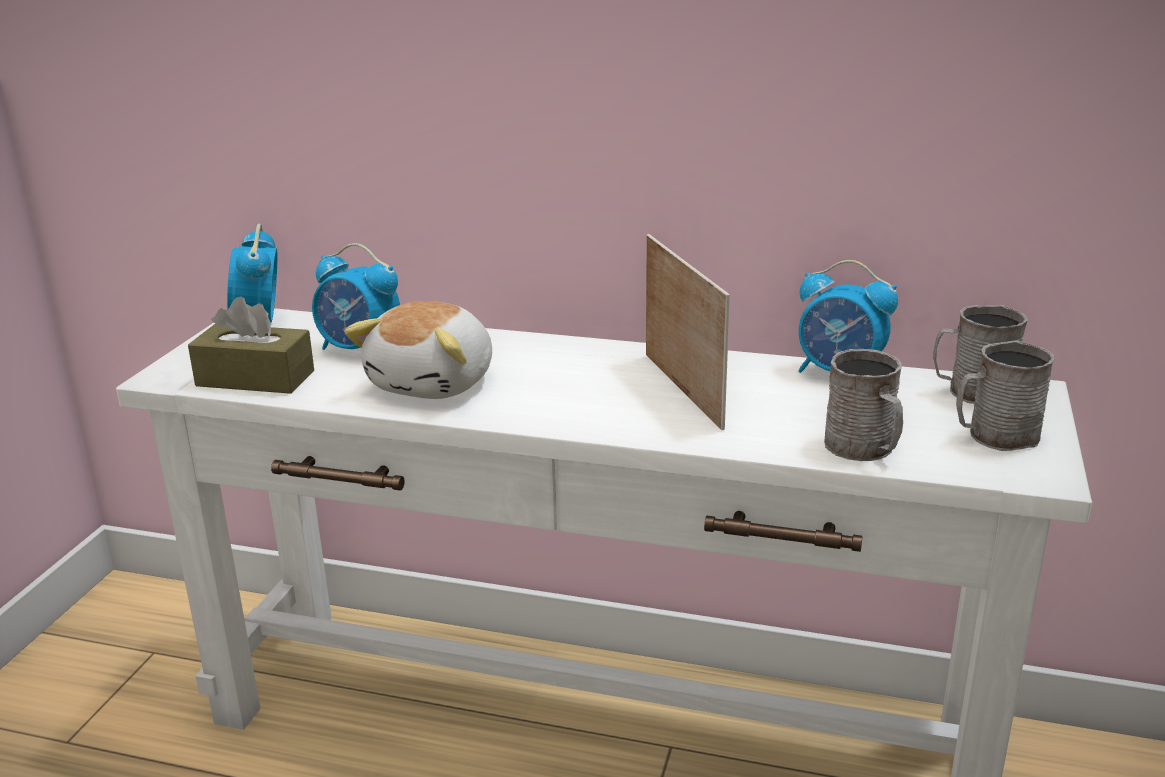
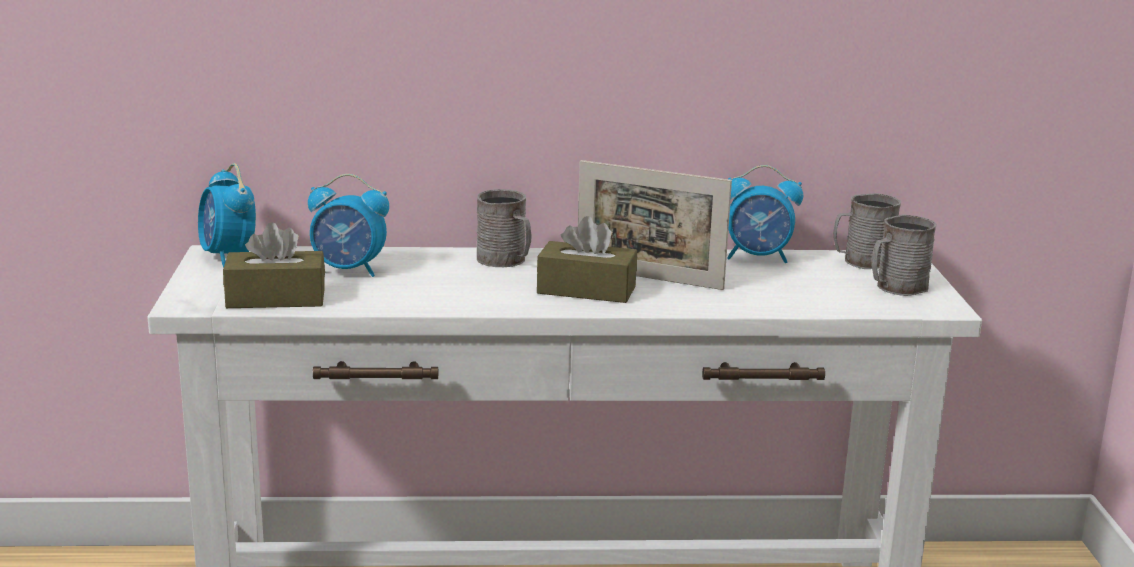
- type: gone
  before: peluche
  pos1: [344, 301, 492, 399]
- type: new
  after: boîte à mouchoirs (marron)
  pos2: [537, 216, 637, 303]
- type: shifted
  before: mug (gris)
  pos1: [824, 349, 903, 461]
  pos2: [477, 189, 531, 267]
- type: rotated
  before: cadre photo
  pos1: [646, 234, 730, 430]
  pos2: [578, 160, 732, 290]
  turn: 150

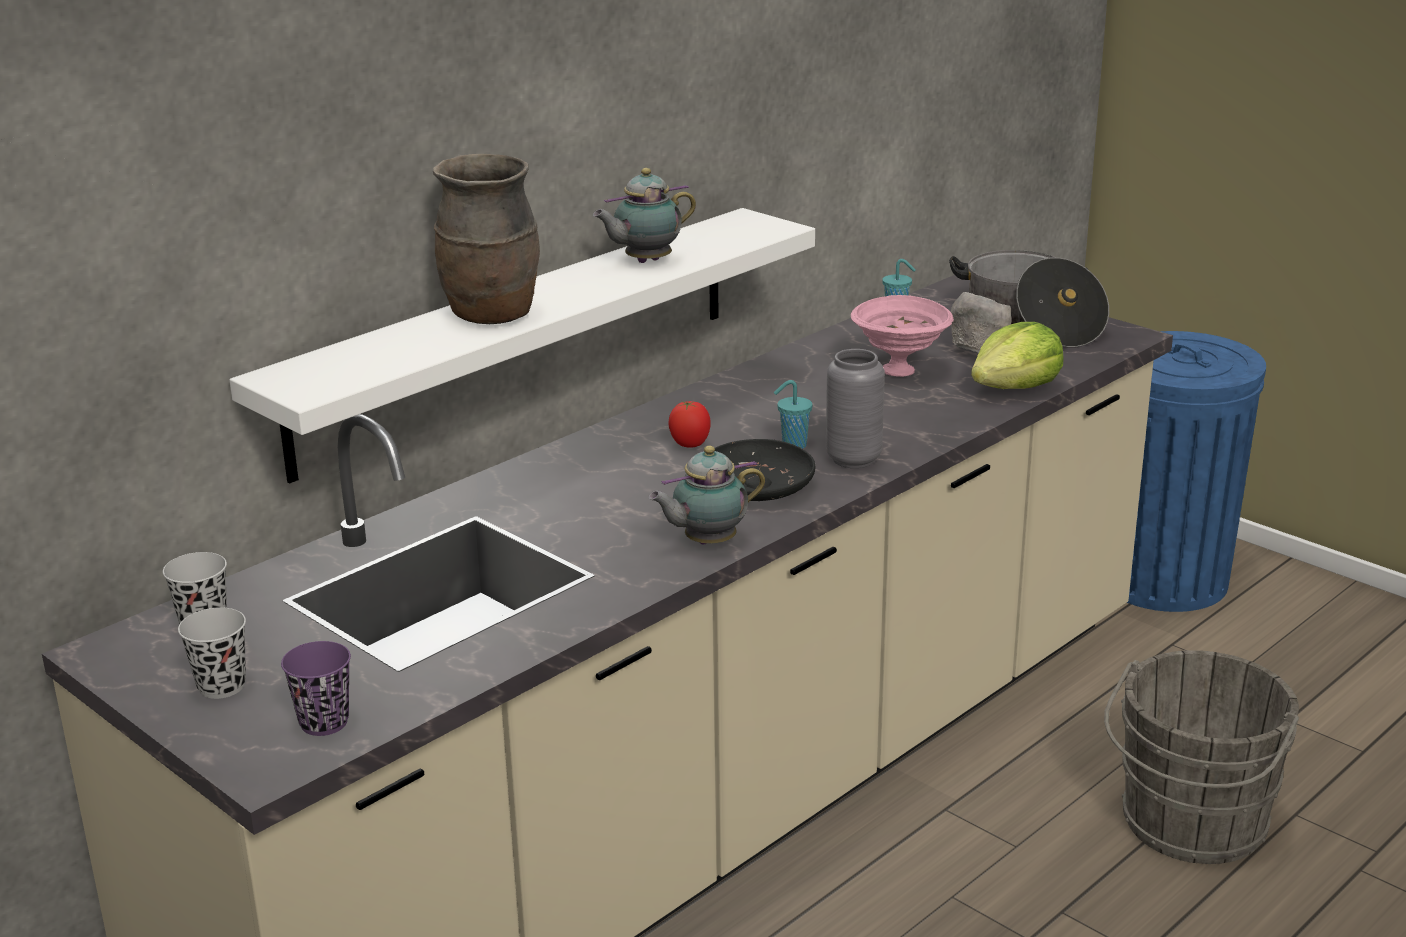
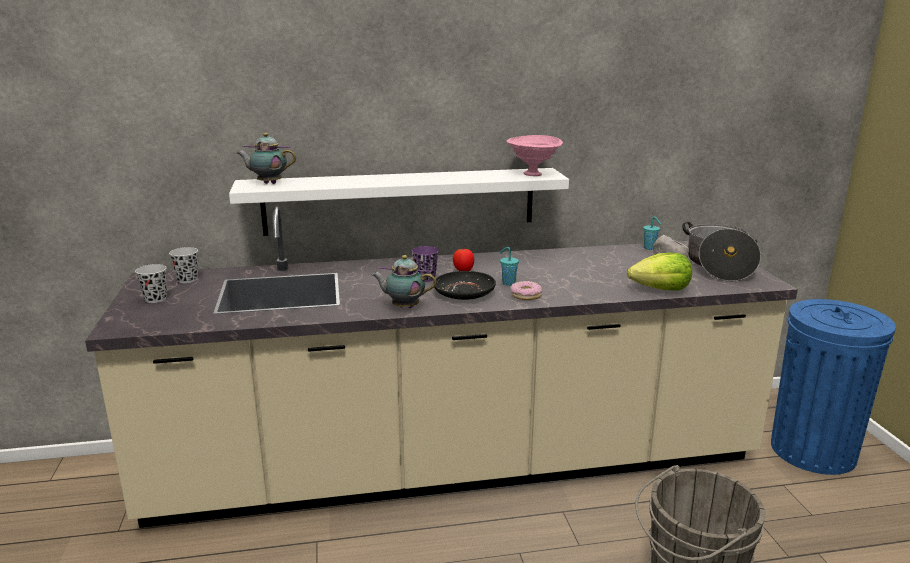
- type: gone
  before: vase (marron)
  pos1: [433, 154, 540, 324]
- type: shifted
  before: tasse (violet)
  pos1: [281, 641, 351, 736]
  pos2: [412, 246, 439, 282]
- type: shifted
  before: théière
  pos1: [593, 168, 696, 263]
  pos2: [237, 133, 296, 184]
- type: shifted
  before: bol (rose)
  pos1: [851, 295, 954, 377]
  pos2: [506, 135, 563, 176]
- type: swapped
  before: vase (gris)
  after: beignet
  pos1: [826, 349, 885, 468]
  pos2: [511, 281, 542, 300]

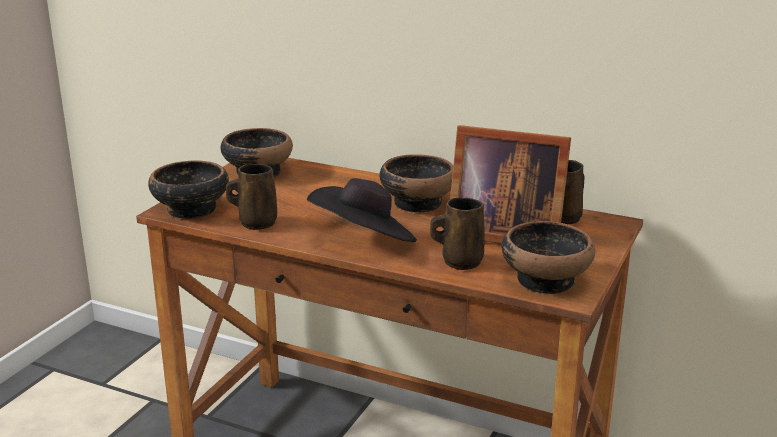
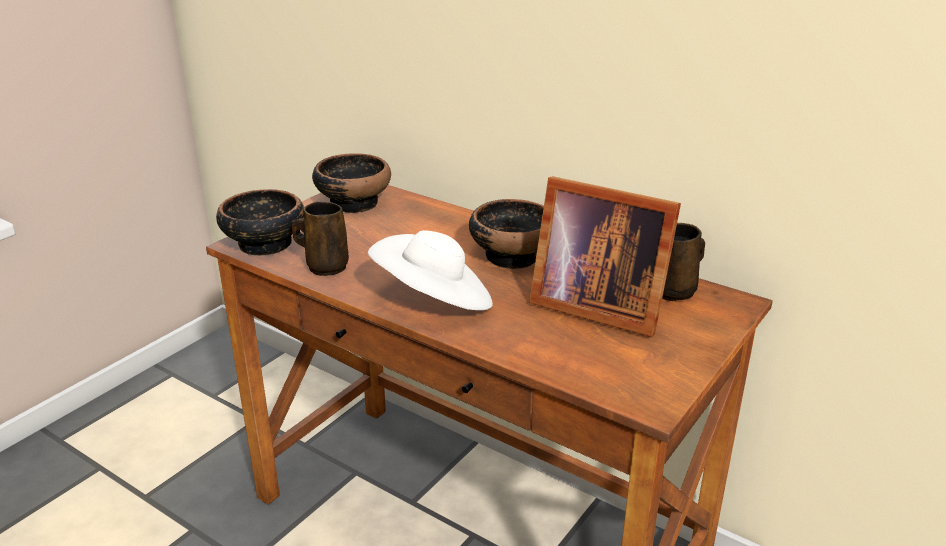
- type: gone
  before: mug (marron)
  pos1: [430, 198, 485, 270]
- type: gone
  before: bol
  pos1: [502, 221, 595, 294]
- type: repainted
  before: chapeau (noir)
  after: chapeau (blanc)
  pos1: [307, 178, 417, 242]
  pos2: [368, 230, 493, 310]

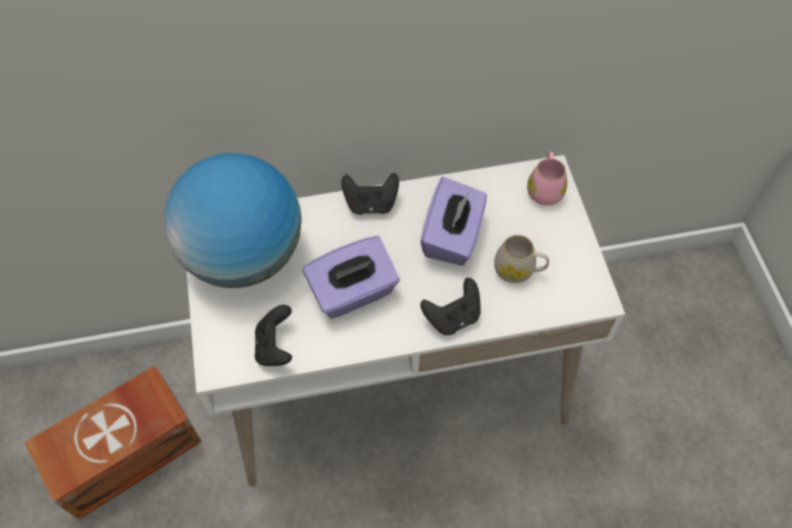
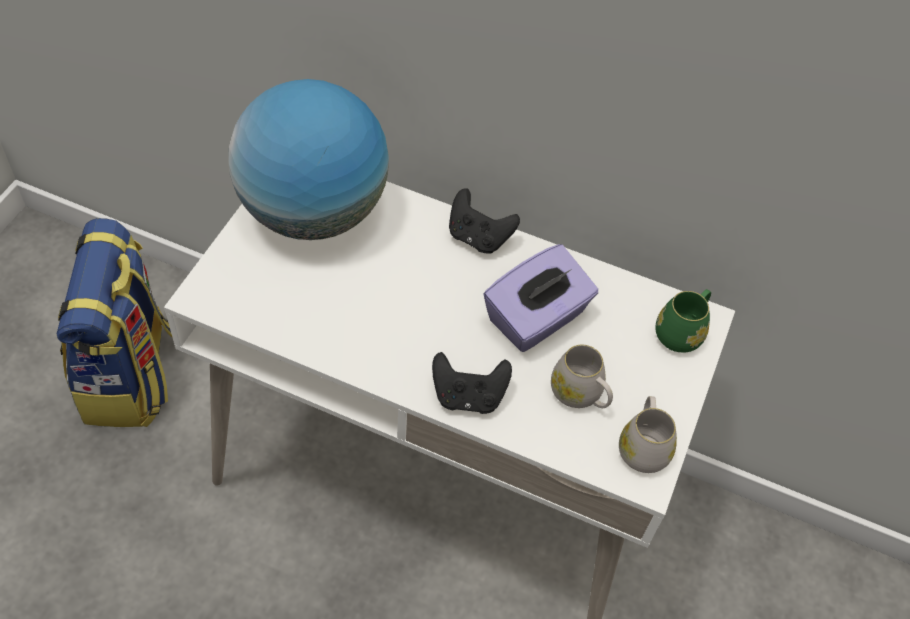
- type: gone
  before: manette (noir)
  pos1: [255, 305, 292, 366]
- type: gone
  before: boîte à mouchoirs (violet)
  pos1: [303, 236, 400, 319]
- type: new
  after: mug (blanc)
  pos2: [619, 396, 677, 473]
- type: swapped
  before: boîte de rangement (marron)
  after: sac à dos
  pos1: [24, 365, 202, 520]
  pos2: [57, 218, 172, 427]
- type: repainted
  before: mug (rose)
  after: mug (vert)
  pos1: [527, 152, 567, 205]
  pos2: [656, 289, 711, 352]

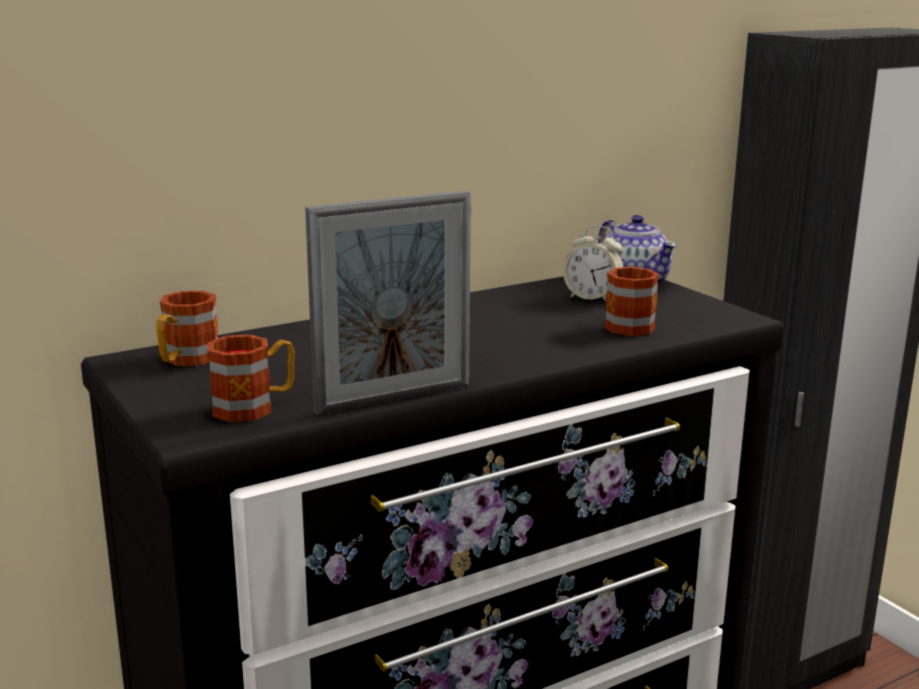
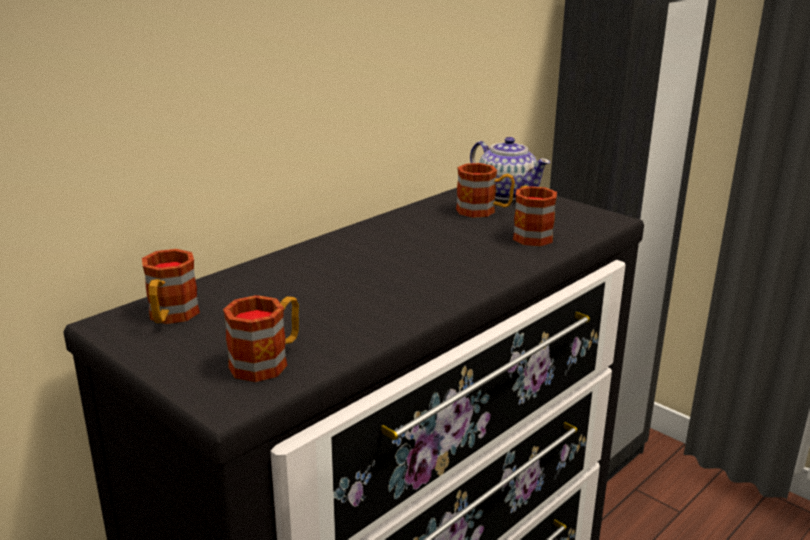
- type: gone
  before: cadre photo
  pos1: [305, 191, 471, 416]
- type: swapped
  before: réveil
  after: mug
  pos1: [563, 225, 624, 301]
  pos2: [456, 163, 515, 218]

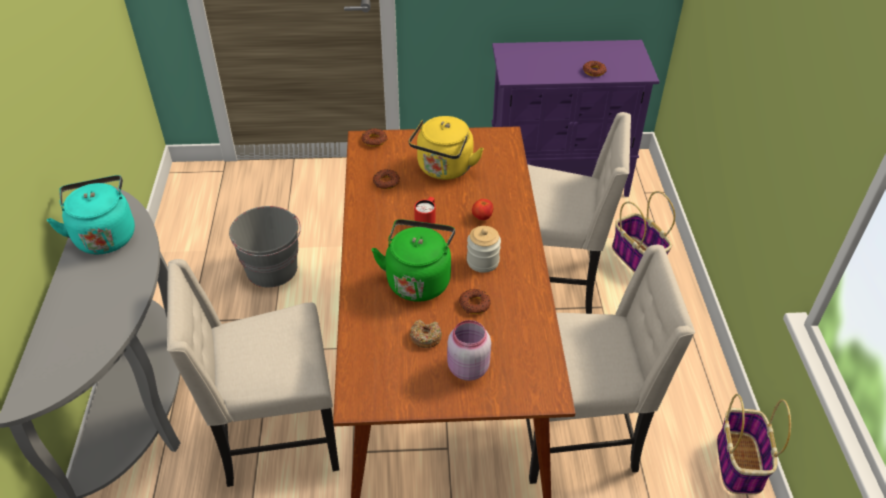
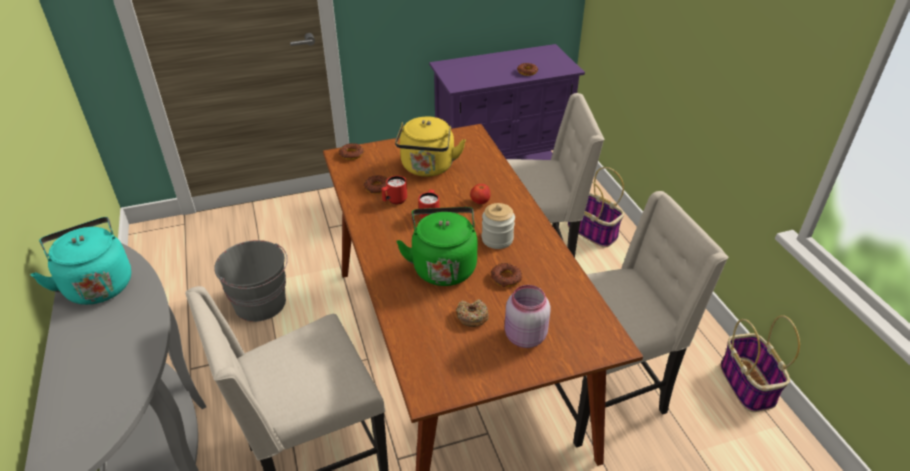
- type: new
  after: mug (rouge)
  pos2: [382, 176, 407, 204]

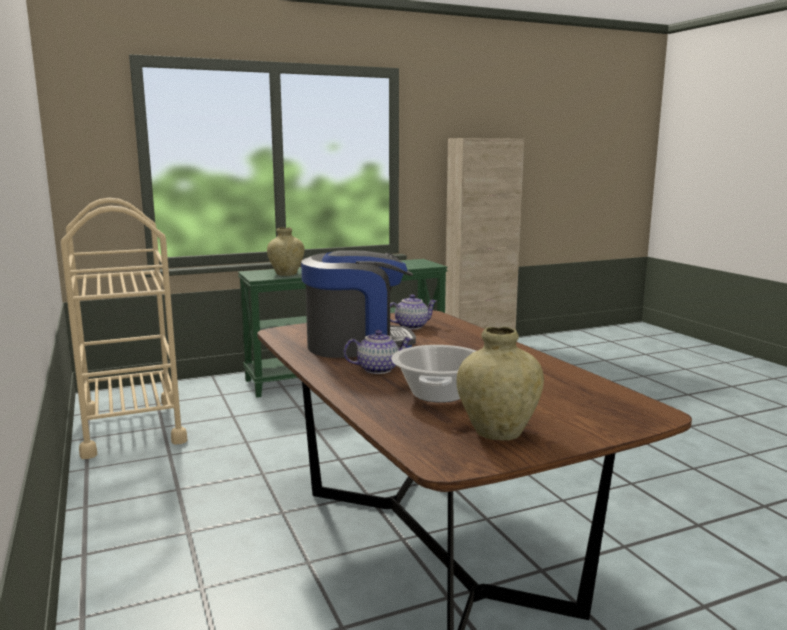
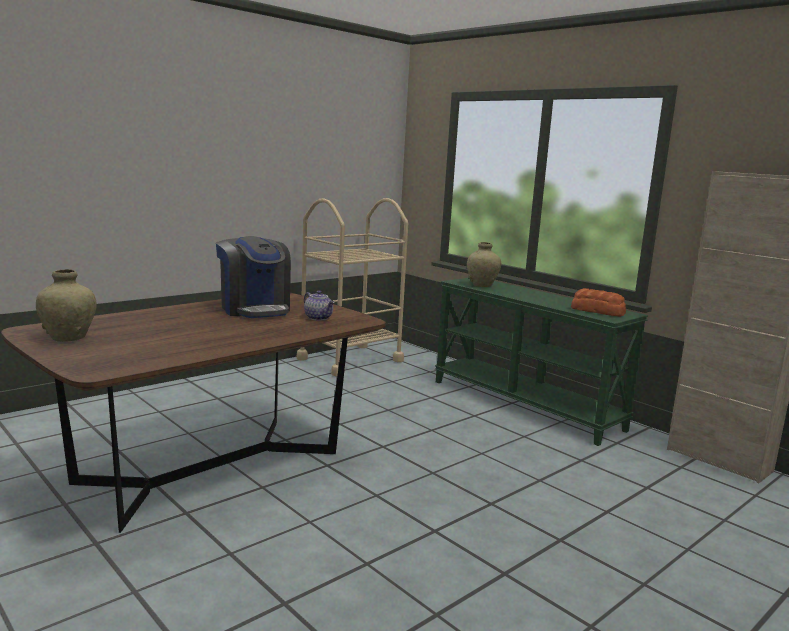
- type: gone
  before: théière
  pos1: [344, 330, 412, 374]
- type: gone
  before: marmite
  pos1: [392, 345, 476, 403]
- type: new
  after: pain
  pos2: [571, 288, 626, 317]

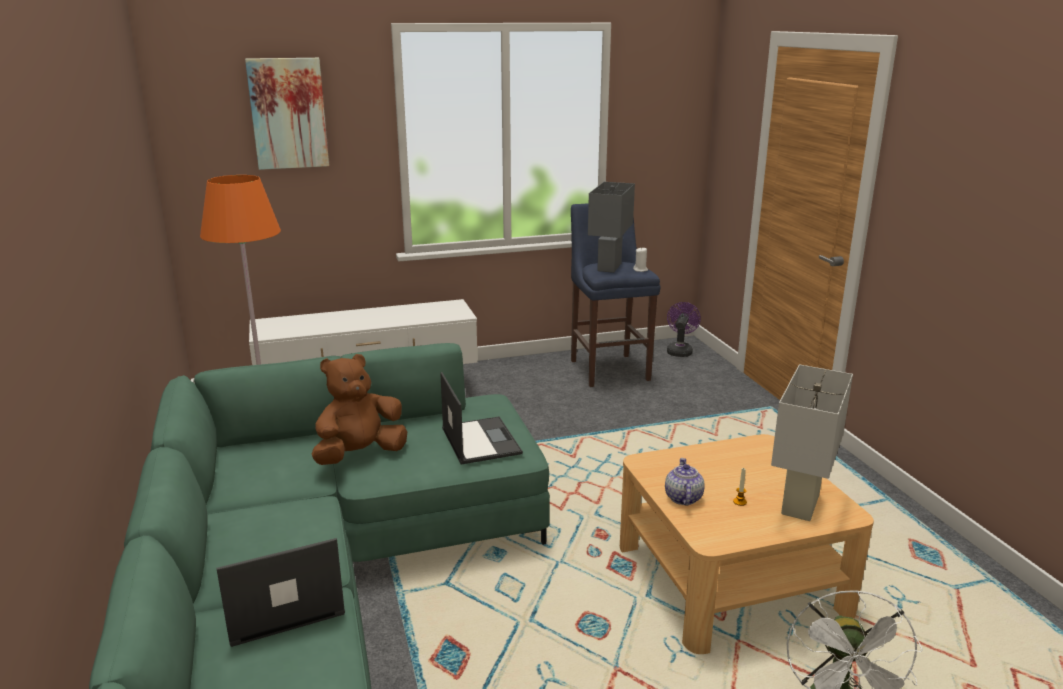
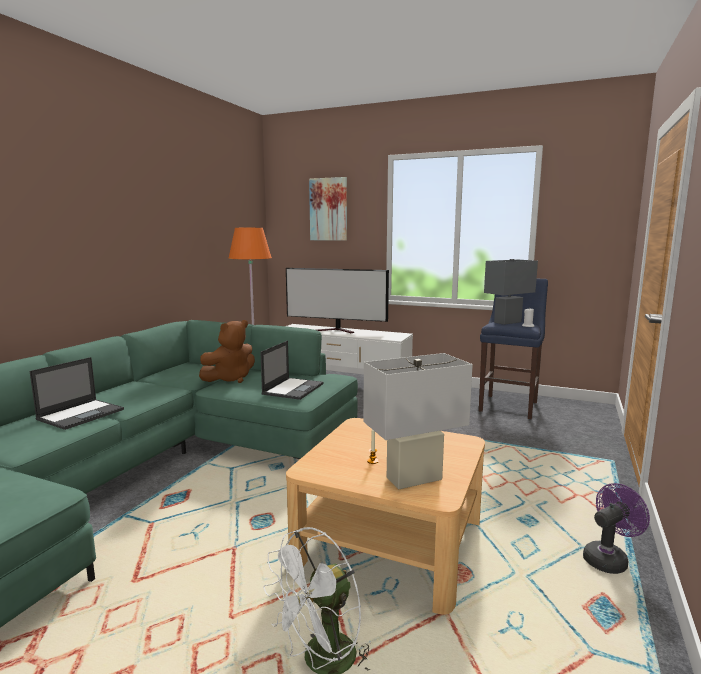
- type: gone
  before: théière
  pos1: [665, 458, 705, 506]
- type: new
  after: téléviseur
  pos2: [286, 268, 389, 333]
- type: shifted
  before: ventilateur (violet)
  pos1: [667, 302, 701, 357]
  pos2: [583, 483, 650, 574]
- type: rotated
  before: ordinateur portable
  pos1: [216, 538, 345, 647]
  pos2: [30, 357, 124, 430]
  turn: 105
- type: rotated
  before: peluche (marron)
  pos1: [312, 354, 407, 465]
  pos2: [199, 320, 255, 383]
  turn: 135

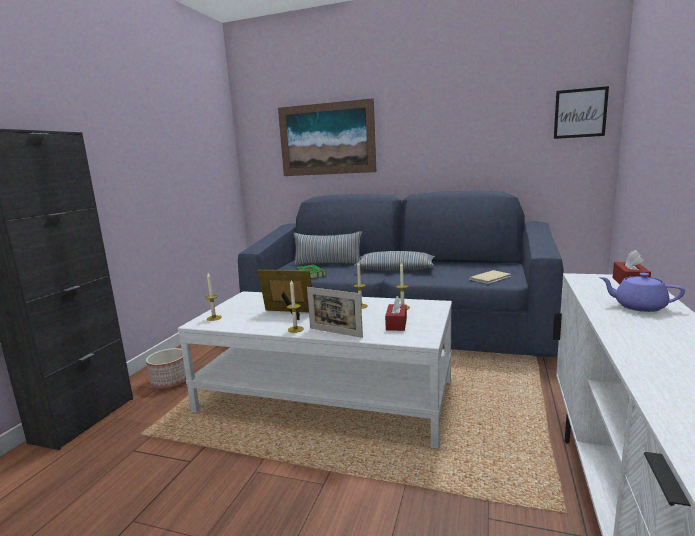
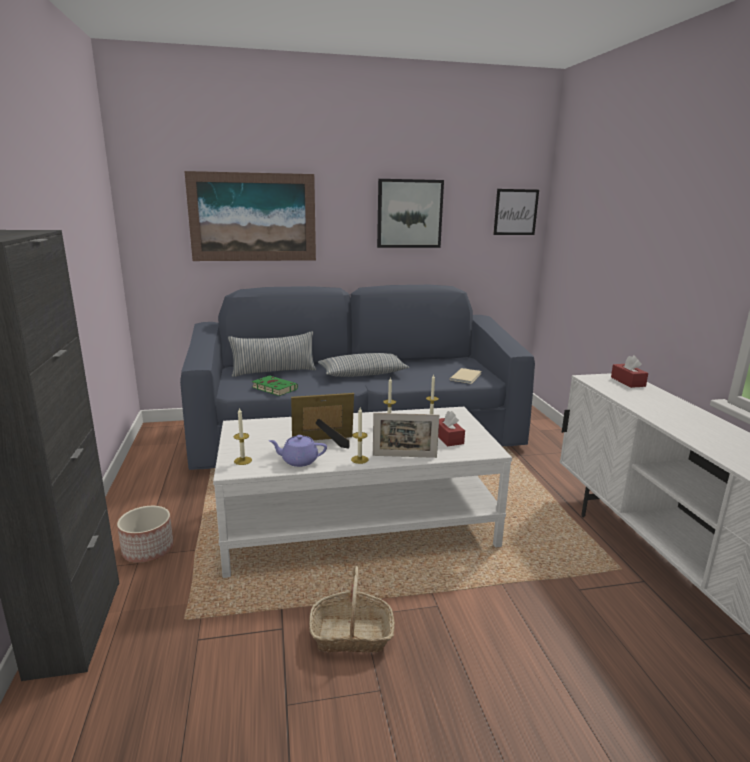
- type: new
  after: panier
  pos2: [309, 566, 395, 653]
- type: new
  after: tableau
  pos2: [377, 179, 444, 248]
- type: shifted
  before: théière (violet)
  pos1: [599, 273, 685, 312]
  pos2: [269, 435, 327, 467]

